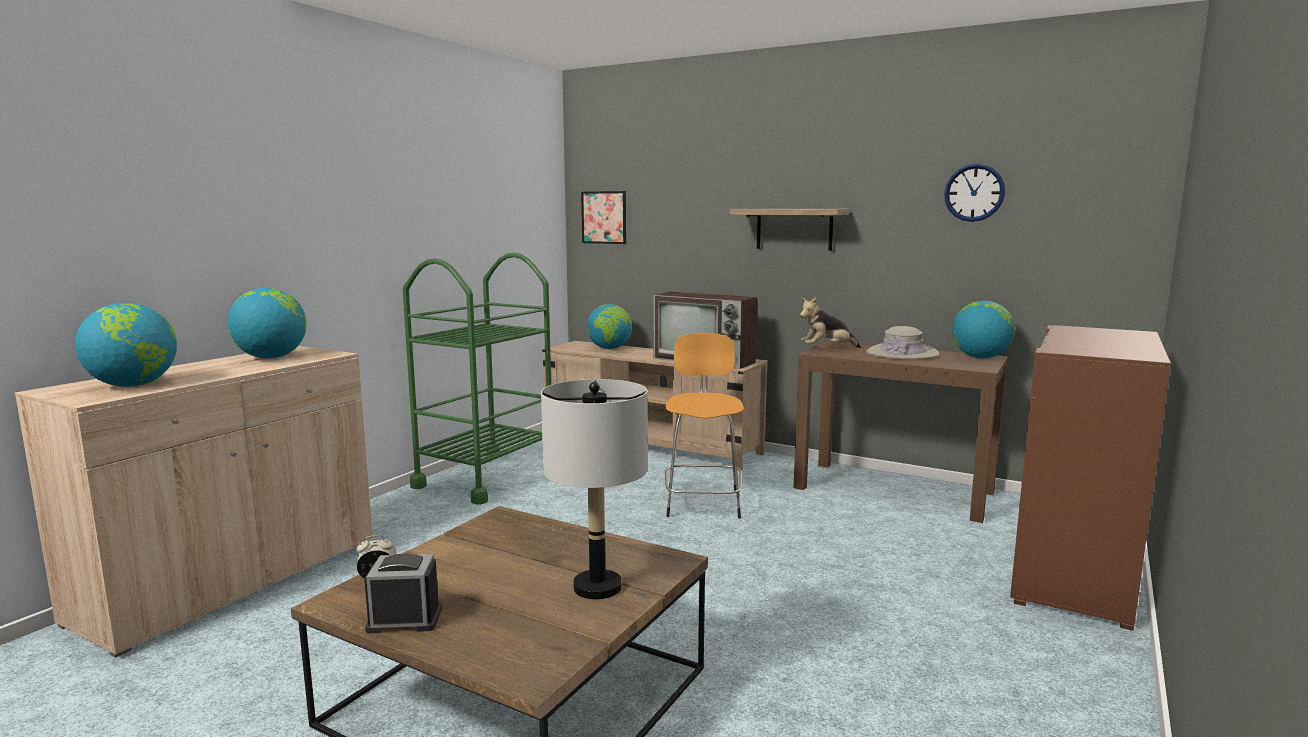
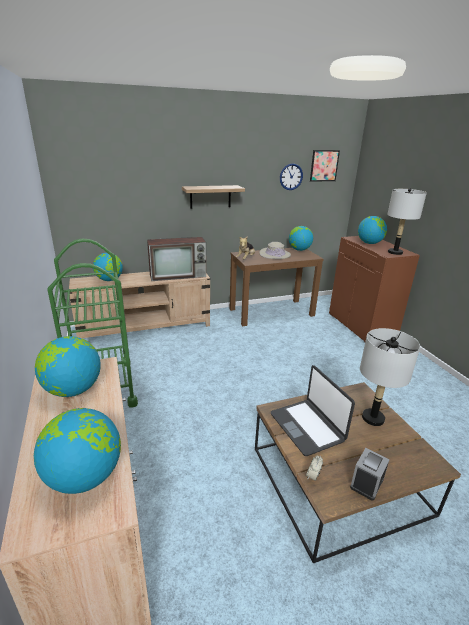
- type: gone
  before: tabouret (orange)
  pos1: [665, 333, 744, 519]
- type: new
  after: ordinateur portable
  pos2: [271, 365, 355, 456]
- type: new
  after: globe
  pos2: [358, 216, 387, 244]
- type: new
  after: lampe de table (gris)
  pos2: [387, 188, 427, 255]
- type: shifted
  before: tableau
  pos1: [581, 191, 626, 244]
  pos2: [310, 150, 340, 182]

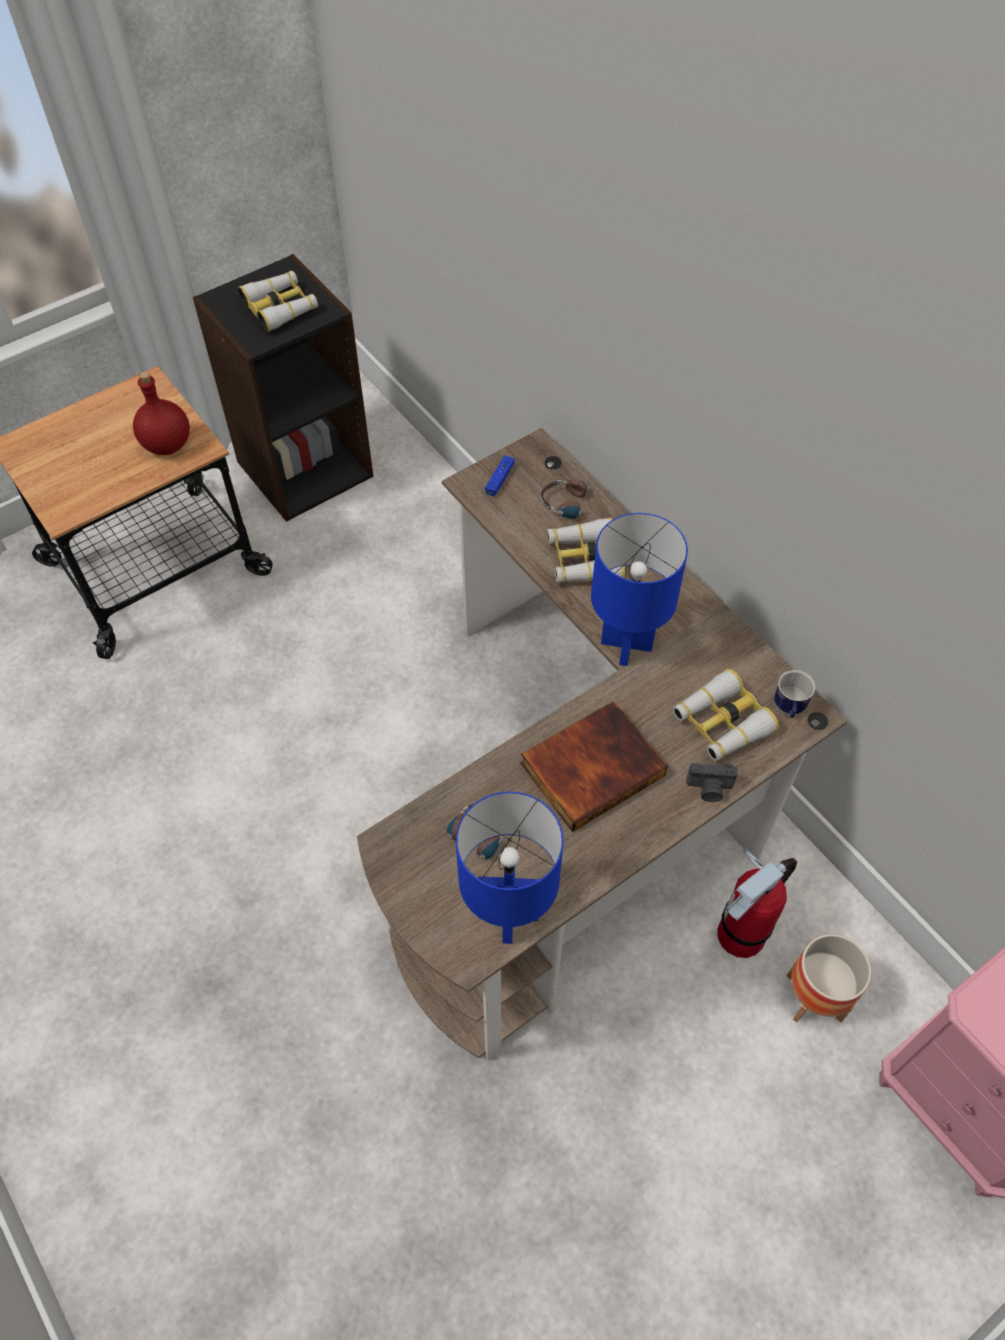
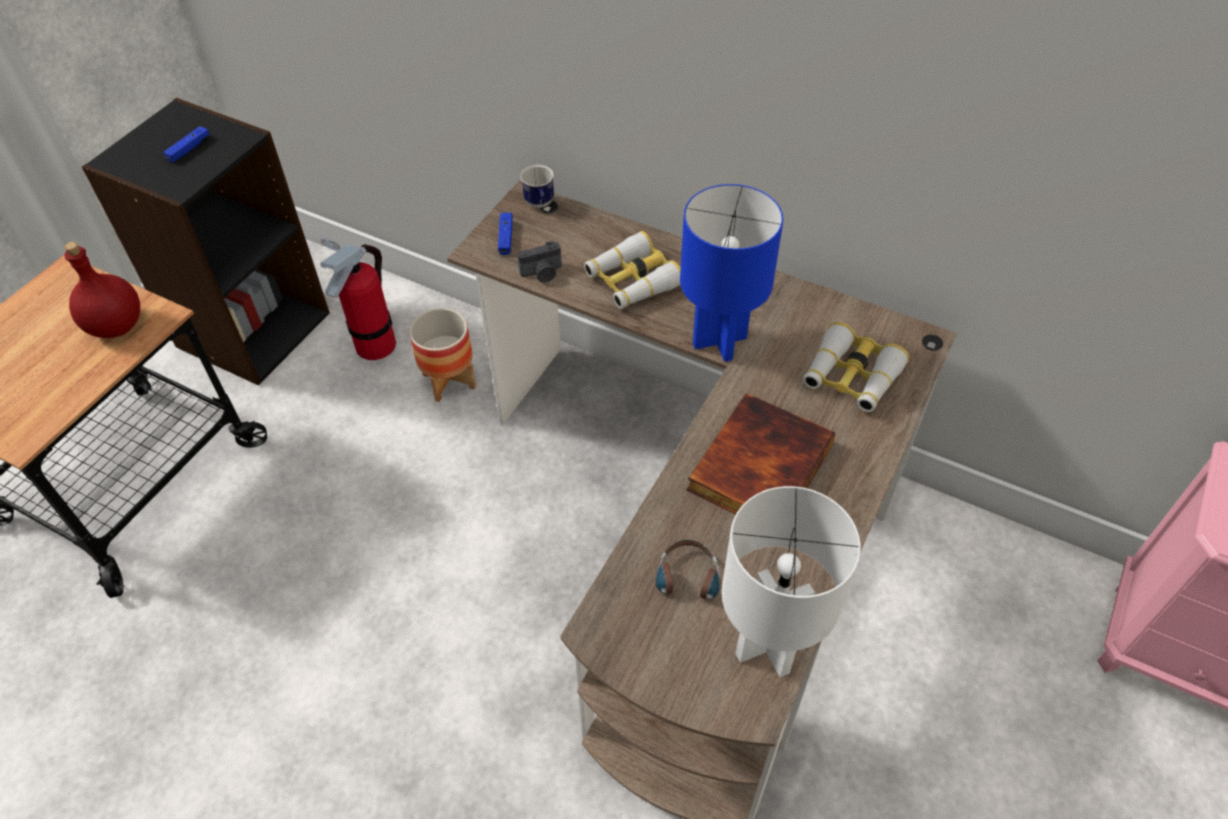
- type: gone
  before: casque audio
  pos1: [541, 480, 601, 519]
- type: shifted
  before: appareil photo
  pos1: [687, 763, 738, 802]
  pos2: [518, 241, 562, 283]
- type: shifted
  before: extincteur
  pos1: [717, 847, 797, 958]
  pos2: [320, 237, 396, 360]
- type: shifted
  before: mug
  pos1: [774, 670, 815, 718]
  pos2: [520, 165, 554, 208]
- type: shifted
  before: cache-pot
  pos1: [787, 934, 871, 1023]
  pos2: [409, 308, 476, 402]
- type: swapped
  before: jumelles
  after: manette (bleu)
  pos1: [238, 271, 318, 333]
  pos2: [163, 126, 209, 162]
- type: repainted
  before: lampe de table (bleu)
  after: lampe de table (blanc)
  pos1: [456, 792, 564, 944]
  pos2: [721, 486, 861, 677]

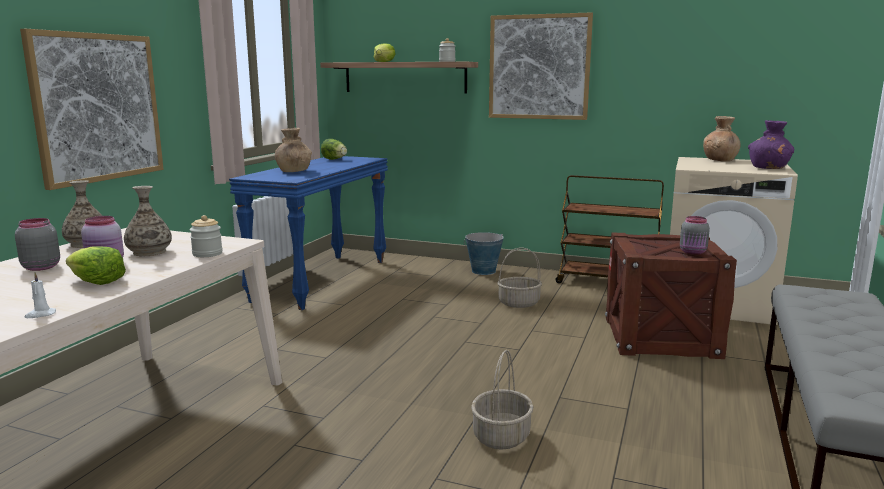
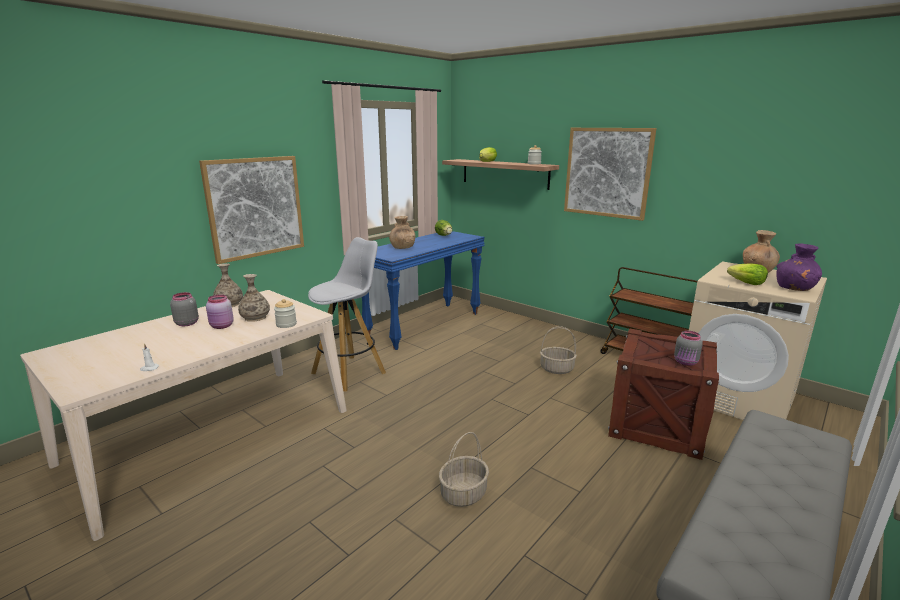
- type: gone
  before: seau
  pos1: [464, 232, 504, 275]
- type: new
  after: tabouret (blanc)
  pos2: [308, 237, 386, 392]
- type: shifted
  before: laitue
  pos1: [66, 246, 126, 285]
  pos2: [727, 263, 768, 285]

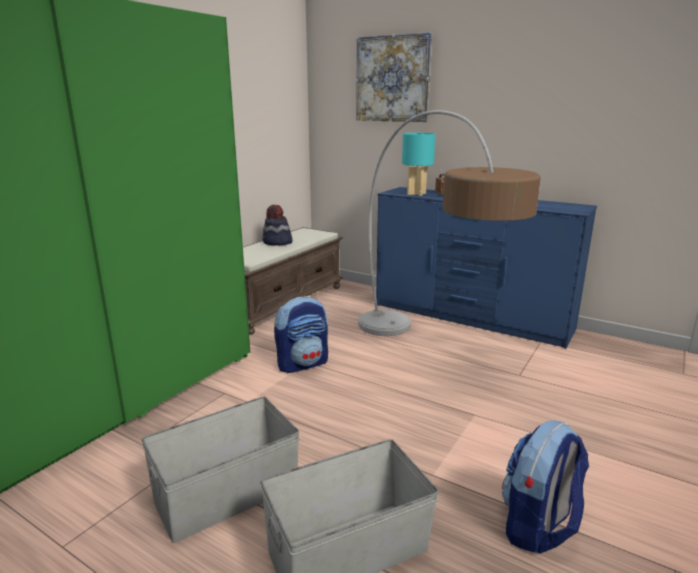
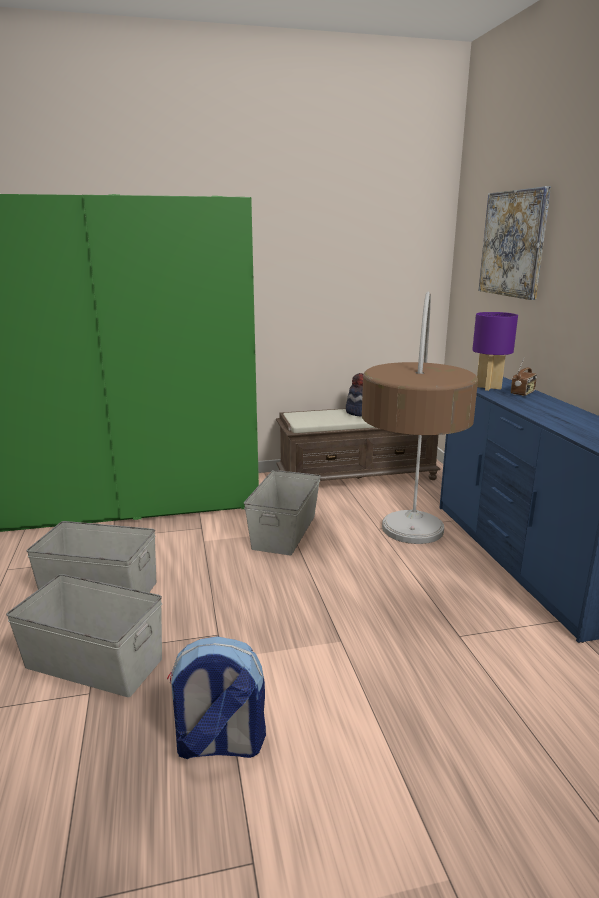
- type: swapped
  before: sac à dos
  after: boîte de rangement (gris)
  pos1: [274, 296, 328, 373]
  pos2: [244, 470, 321, 556]
- type: repainted
  before: lampe de table (turquoise)
  after: lampe de table (violet)
  pos1: [402, 133, 436, 196]
  pos2: [472, 312, 518, 391]

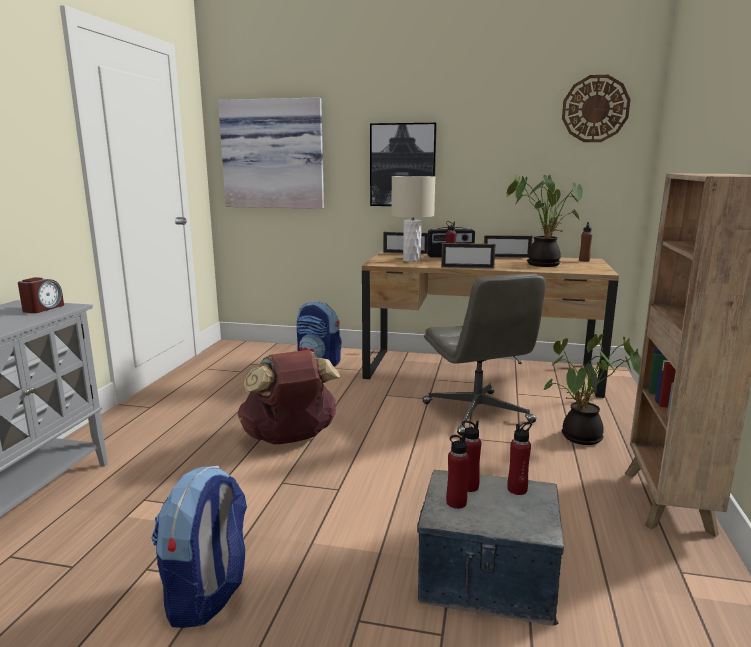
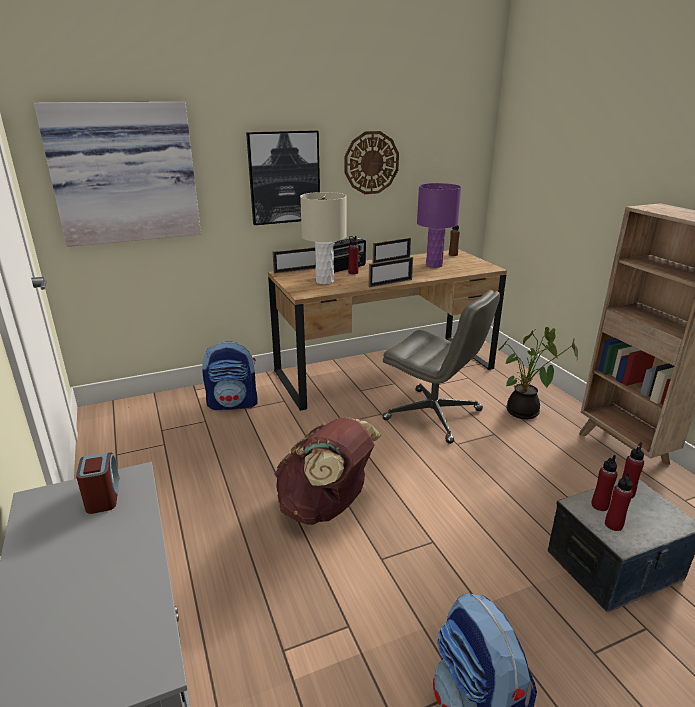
- type: shifted
  before: horloge murale
  pos1: [562, 75, 631, 142]
  pos2: [345, 131, 399, 194]
- type: swapped
  before: plante en pot
  after: lampe de table (violet)
  pos1: [507, 174, 583, 267]
  pos2: [417, 183, 461, 268]

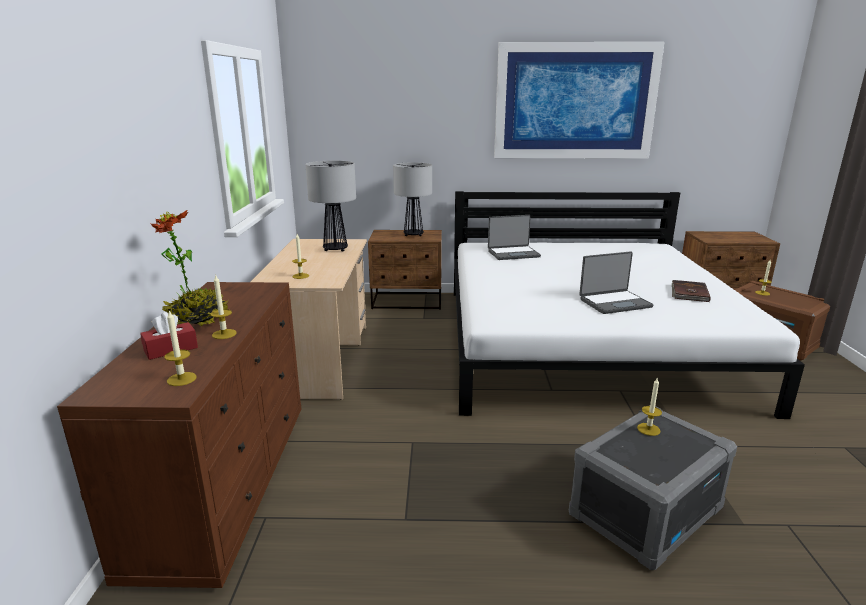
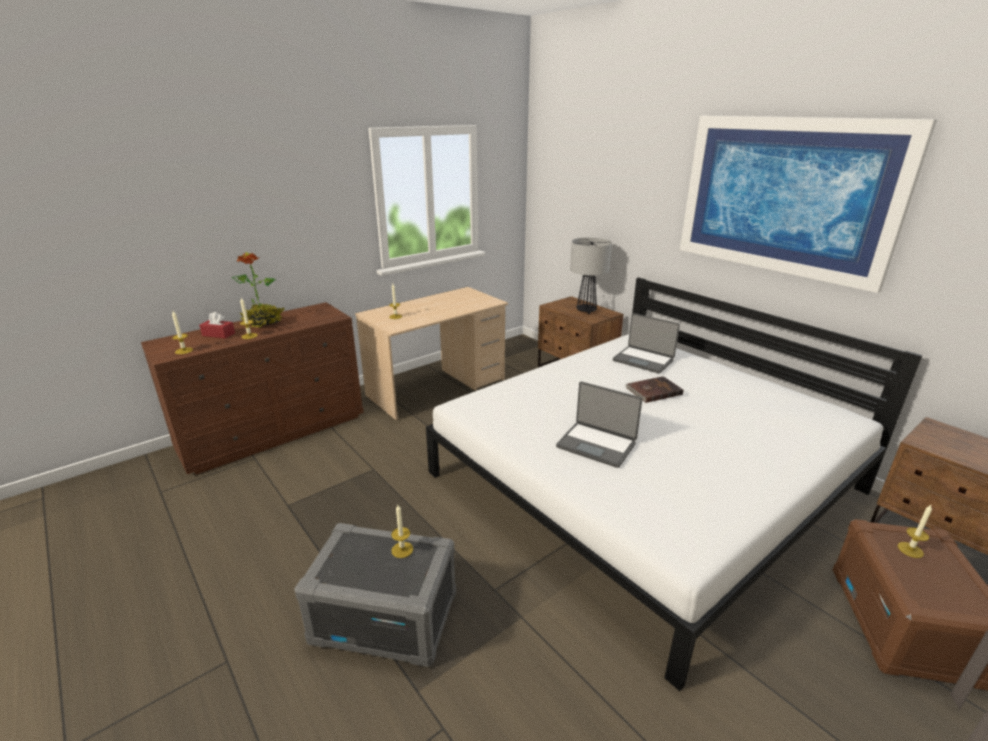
- type: gone
  before: lampe de table
  pos1: [305, 161, 356, 252]
- type: shifted
  before: livre (marron)
  pos1: [672, 280, 711, 302]
  pos2: [625, 376, 683, 403]

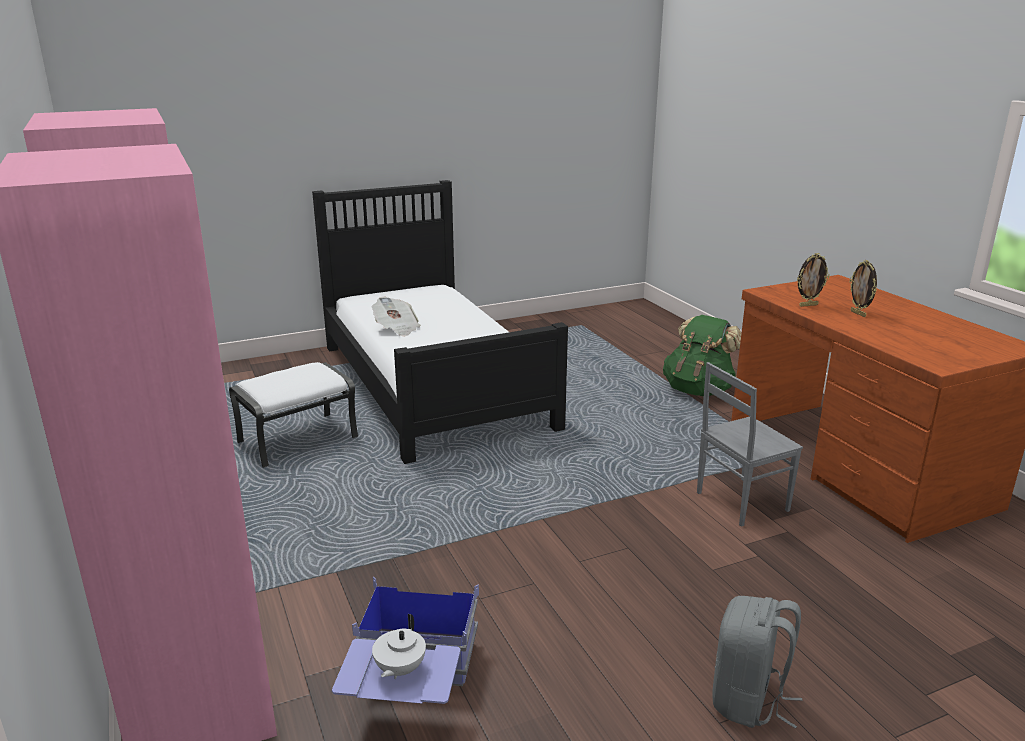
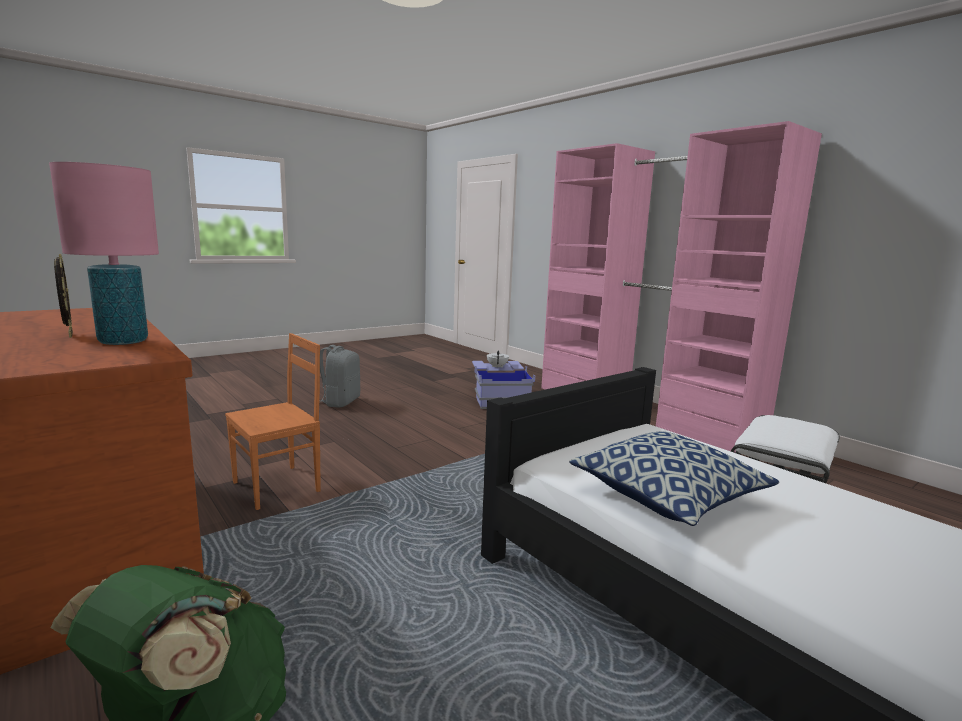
- type: gone
  before: journal
  pos1: [372, 297, 421, 337]
- type: new
  after: coussin
  pos2: [569, 431, 780, 526]
- type: swapped
  before: cadre photo
  after: lampe de table (rose)
  pos1: [797, 253, 830, 307]
  pos2: [49, 162, 159, 345]
- type: repainted
  before: chaise (gris)
  after: chaise (orange)
  pos1: [697, 362, 803, 527]
  pos2: [225, 333, 321, 510]

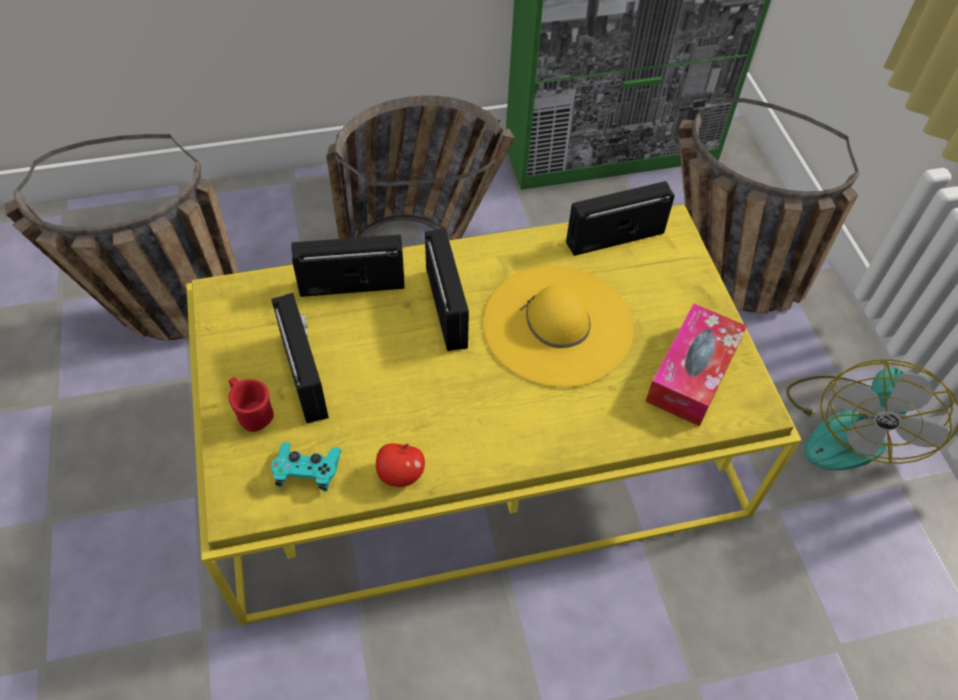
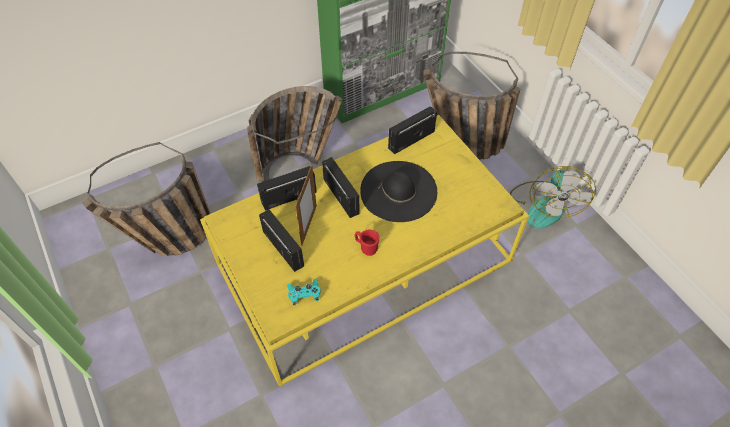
- type: gone
  before: pomme
  pos1: [376, 443, 425, 487]
- type: gone
  before: boîte à mouchoirs
  pos1: [645, 303, 747, 427]
- type: new
  after: cadre photo
  pos2: [295, 165, 317, 246]
- type: shifted
  before: mug (rouge)
  pos1: [228, 377, 274, 432]
  pos2: [355, 230, 379, 256]
- type: repainted
  before: chapeau (jaune)
  after: chapeau (noir)
  pos1: [482, 266, 633, 387]
  pos2: [360, 161, 437, 222]

